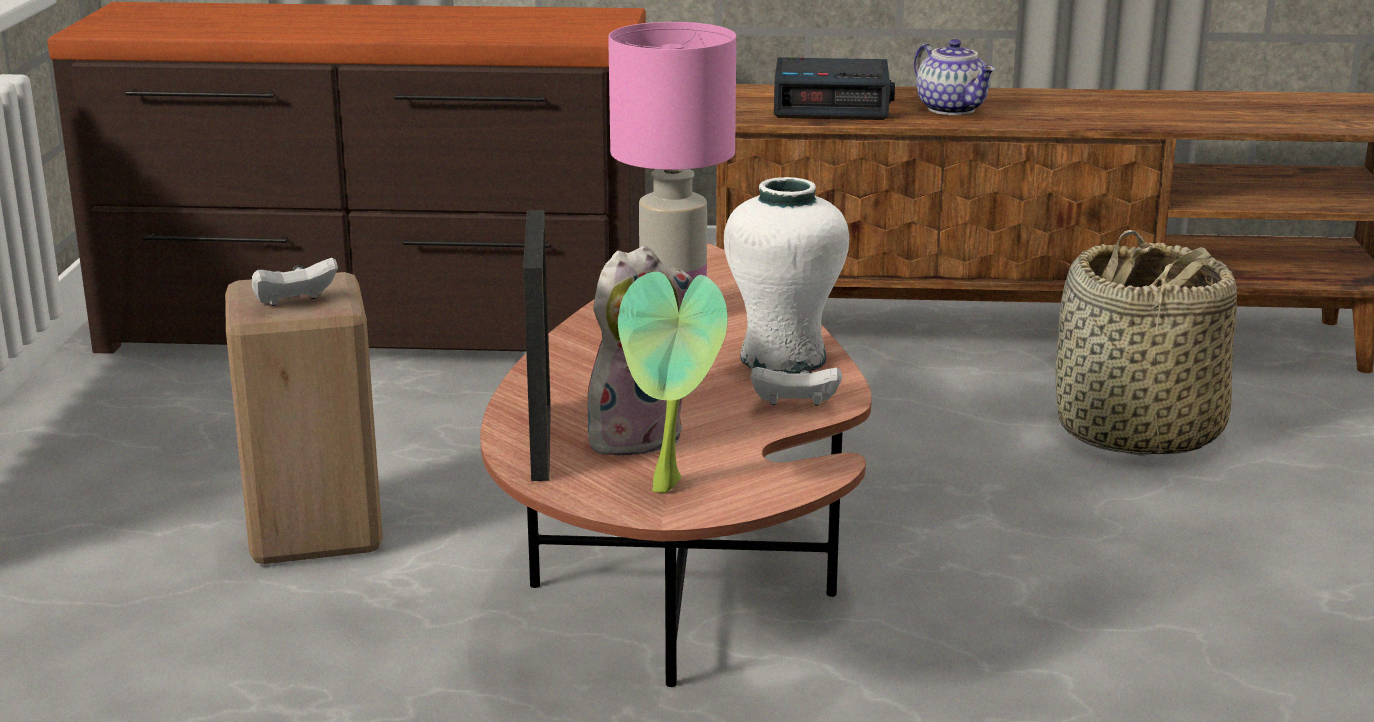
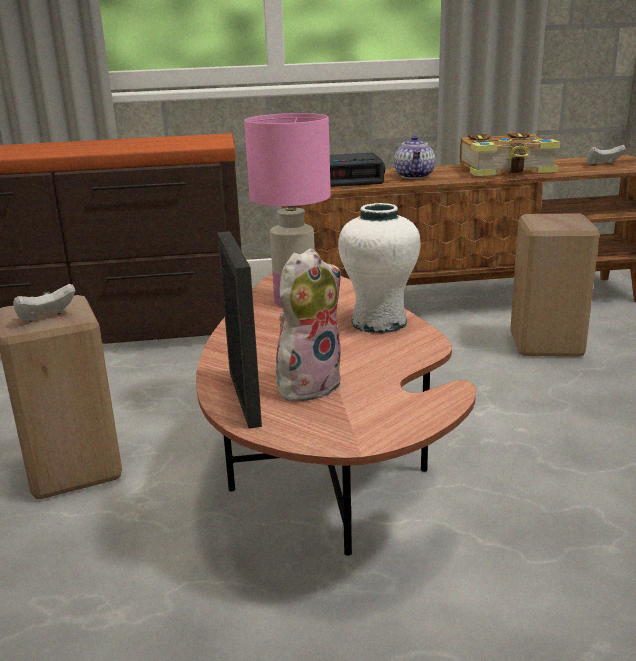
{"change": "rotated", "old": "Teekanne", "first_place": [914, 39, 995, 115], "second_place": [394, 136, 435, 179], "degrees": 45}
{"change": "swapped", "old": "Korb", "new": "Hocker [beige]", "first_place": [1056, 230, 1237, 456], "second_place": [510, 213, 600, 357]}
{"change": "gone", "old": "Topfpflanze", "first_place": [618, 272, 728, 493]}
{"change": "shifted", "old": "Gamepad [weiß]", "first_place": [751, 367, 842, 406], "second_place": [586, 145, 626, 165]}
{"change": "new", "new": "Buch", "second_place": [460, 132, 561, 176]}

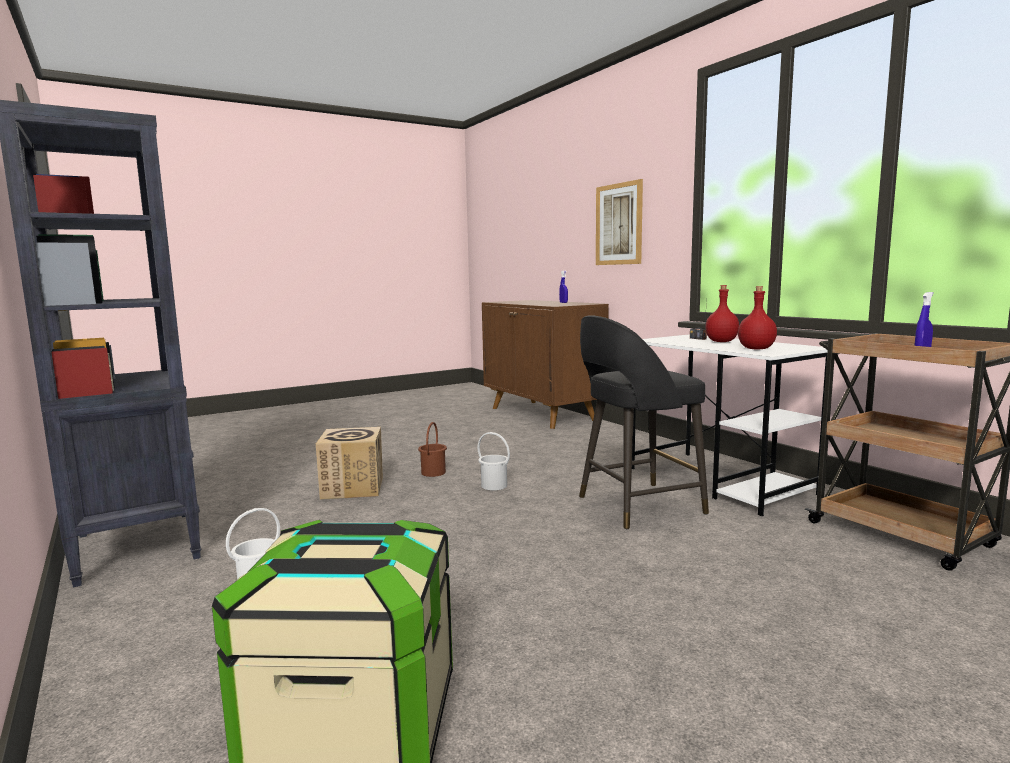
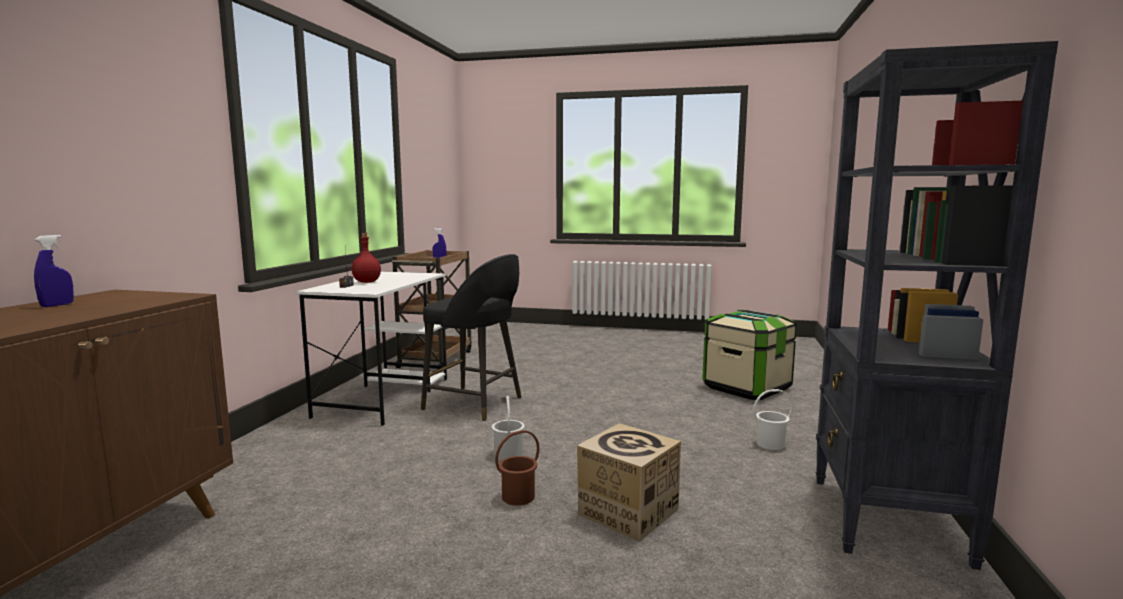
{"change": "gone", "old": "Bild", "first_place": [596, 179, 643, 265]}
{"change": "gone", "old": "Flasche [rot]", "first_place": [738, 286, 777, 350]}

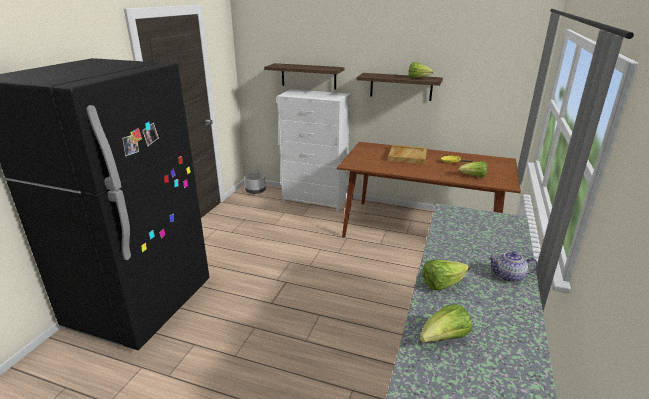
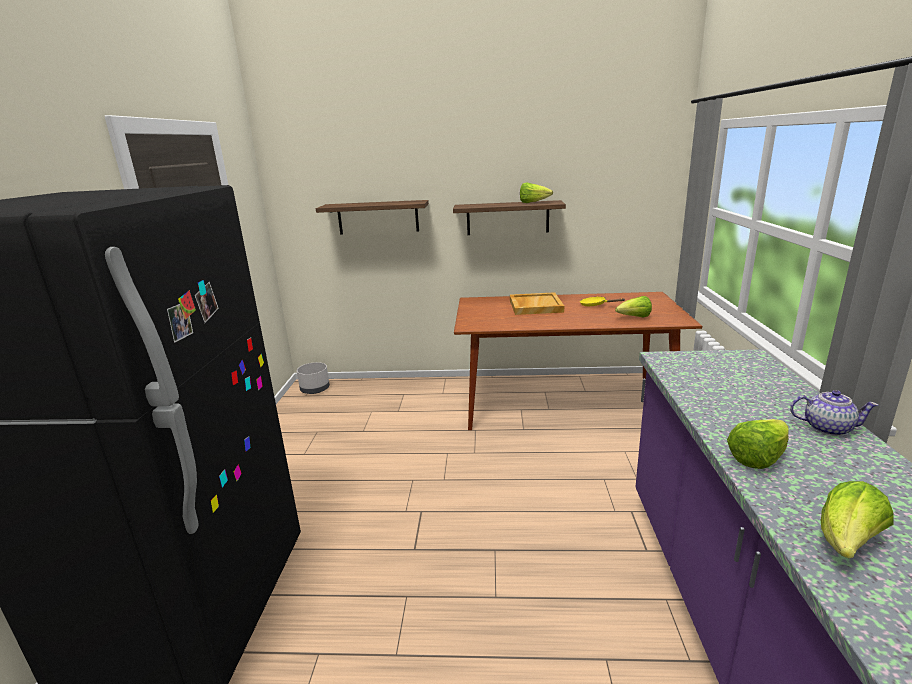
{"change": "gone", "old": "Kommode [weiß]", "first_place": [277, 89, 350, 211]}
{"change": "rotated", "old": "Teekanne", "first_place": [488, 251, 538, 282], "second_place": [790, 390, 878, 436], "degrees": -150}

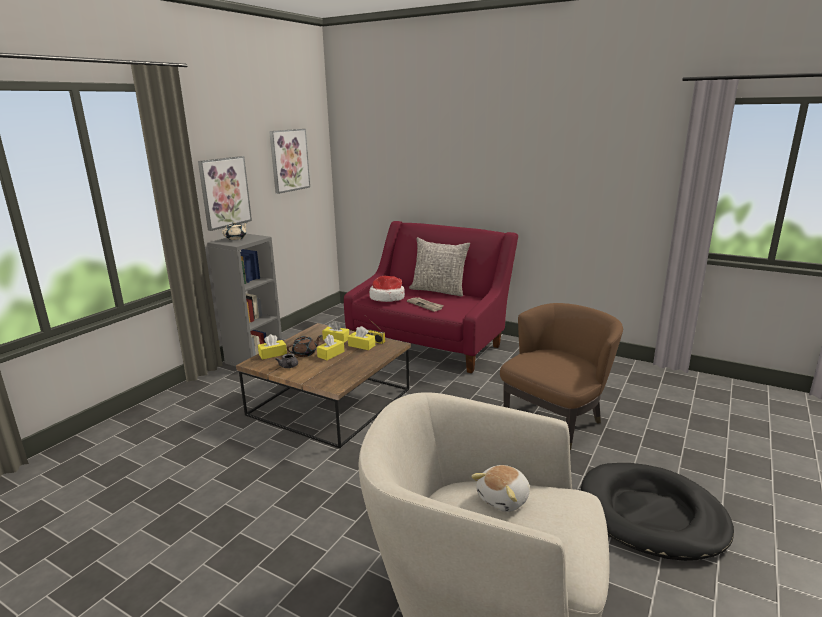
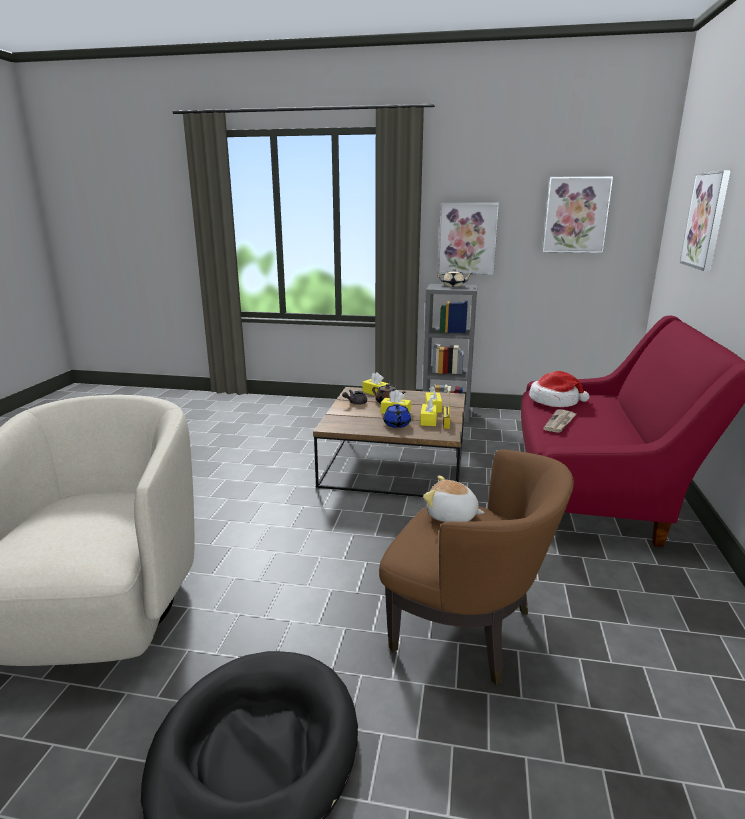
{"change": "gone", "old": "Kissen [grau]", "first_place": [409, 237, 470, 296]}
{"change": "shifted", "old": "Plüschtier", "first_place": [471, 465, 530, 512], "second_place": [423, 476, 485, 522]}
{"change": "new", "new": "Bild", "second_place": [680, 170, 731, 271]}
{"change": "new", "new": "Teekanne [blau]", "second_place": [383, 404, 411, 428]}

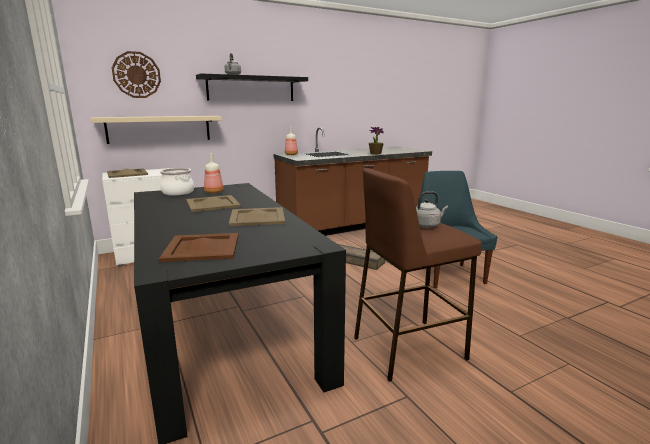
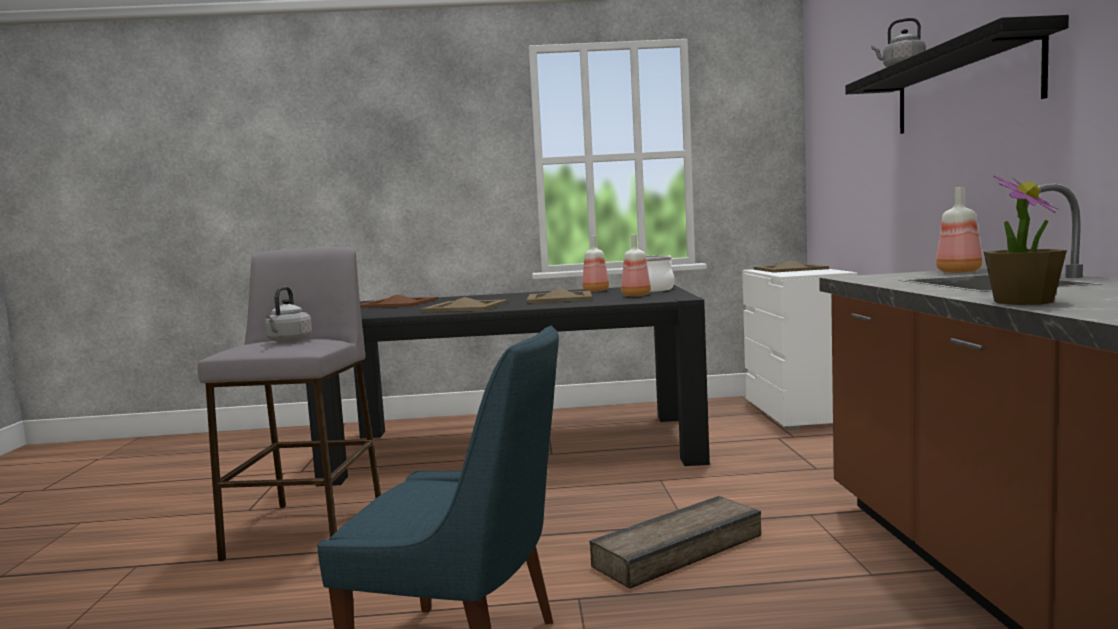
{"change": "gone", "old": "Wanduhr", "first_place": [112, 51, 161, 98]}
{"change": "gone", "old": "Wandregal [beige]", "first_place": [91, 116, 222, 144]}
{"change": "repainted", "old": "Hocker [braun]", "new": "Hocker [grau]", "first_place": [354, 168, 482, 382], "second_place": [198, 247, 381, 561]}
{"change": "new", "new": "Flasche", "second_place": [582, 236, 609, 292]}

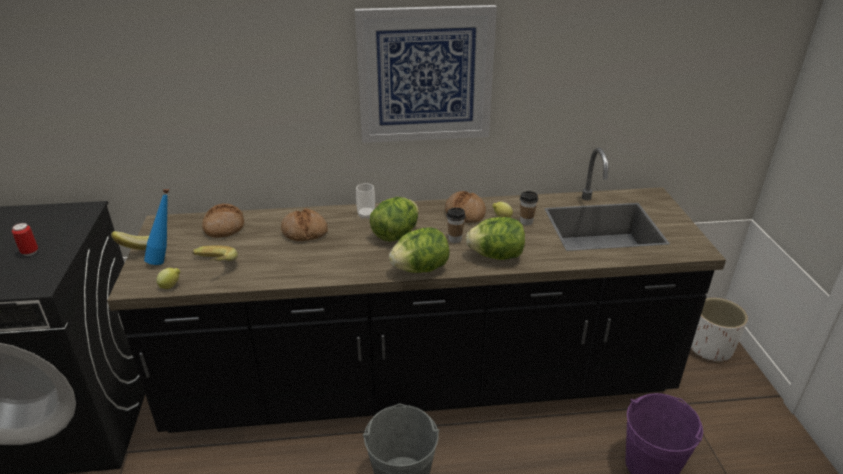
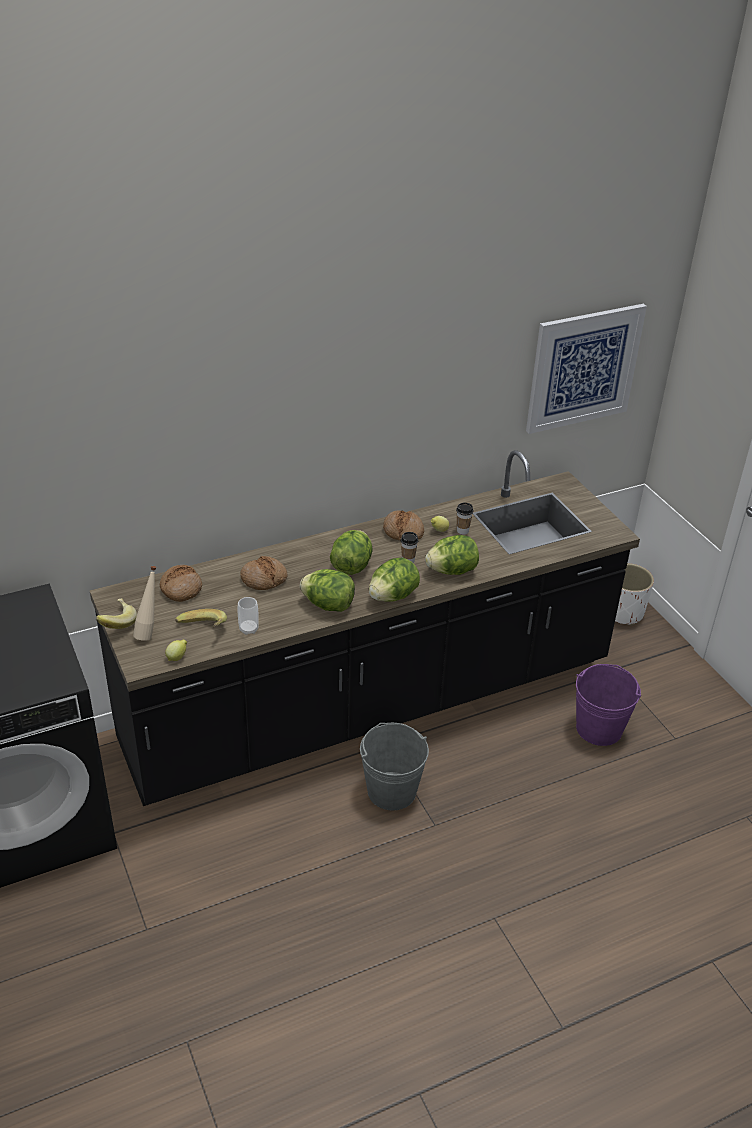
{"change": "shifted", "old": "Bild", "first_place": [355, 5, 497, 143], "second_place": [526, 304, 647, 434]}
{"change": "shifted", "old": "Tasse", "first_place": [356, 183, 375, 219], "second_place": [238, 597, 259, 635]}
{"change": "repainted", "old": "Flasche [blau]", "new": "Flasche [beige]", "first_place": [144, 188, 169, 265], "second_place": [133, 566, 156, 641]}
{"change": "gone", "old": "Dose", "first_place": [12, 223, 38, 256]}
{"change": "new", "new": "Salatkopf", "second_place": [300, 569, 355, 612]}

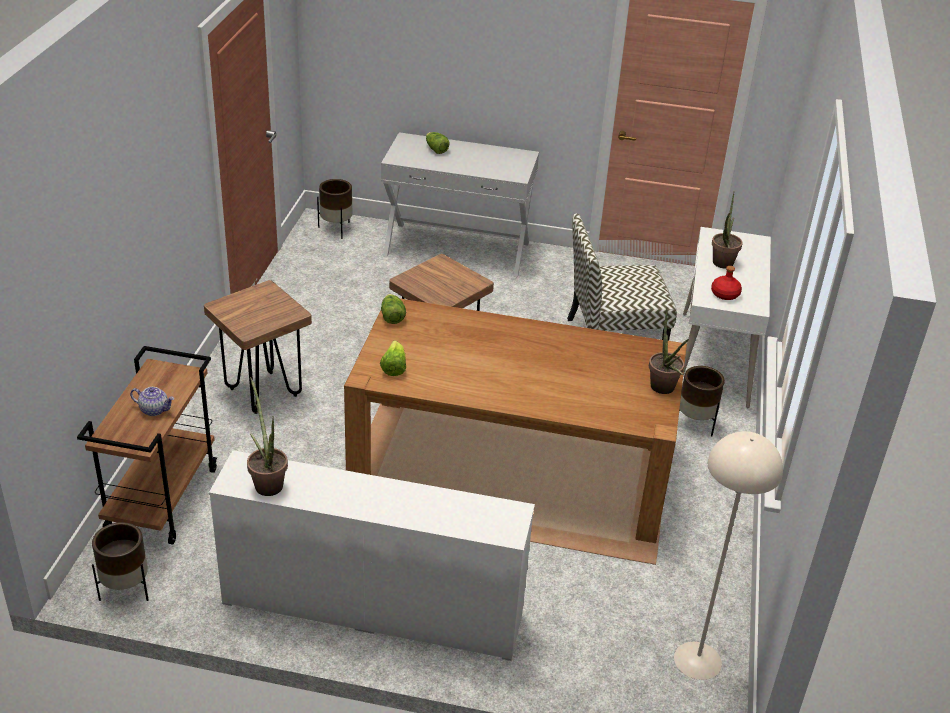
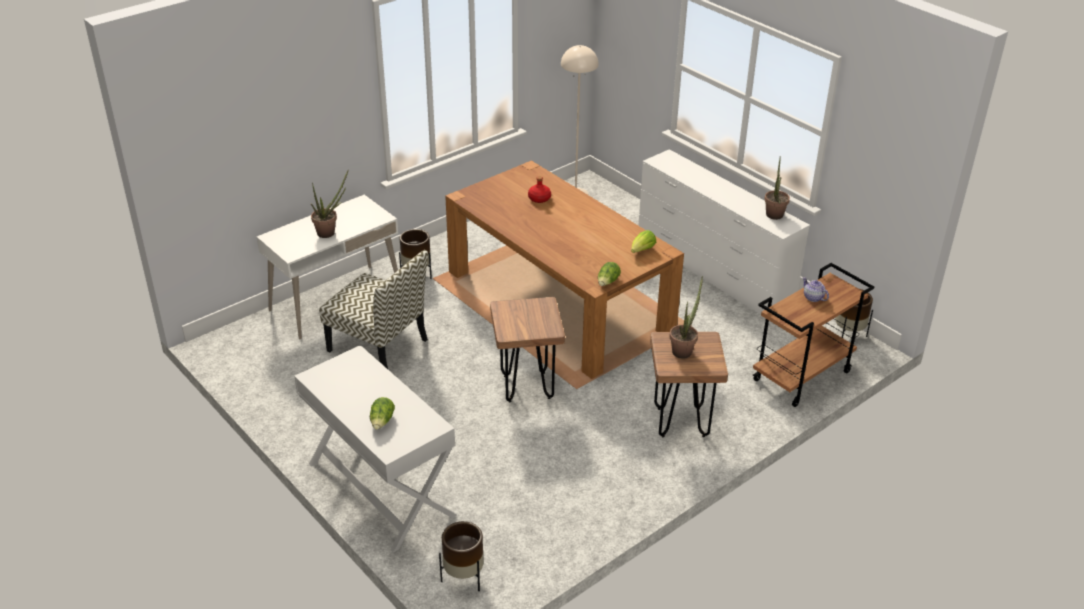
{"change": "shifted", "old": "Flasche [rot]", "first_place": [711, 266, 742, 300], "second_place": [528, 176, 551, 203]}
{"change": "shifted", "old": "Topfpflanze", "first_place": [649, 310, 689, 394], "second_place": [669, 276, 703, 359]}

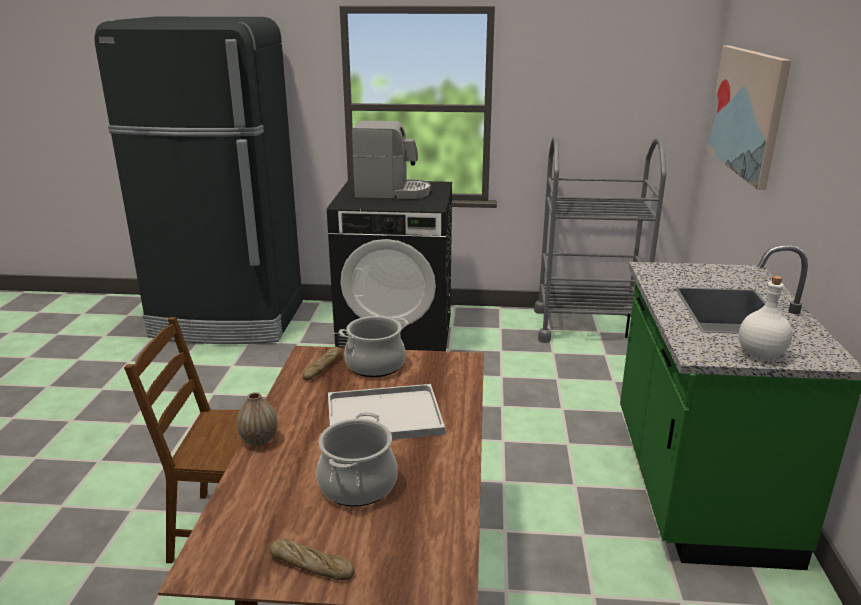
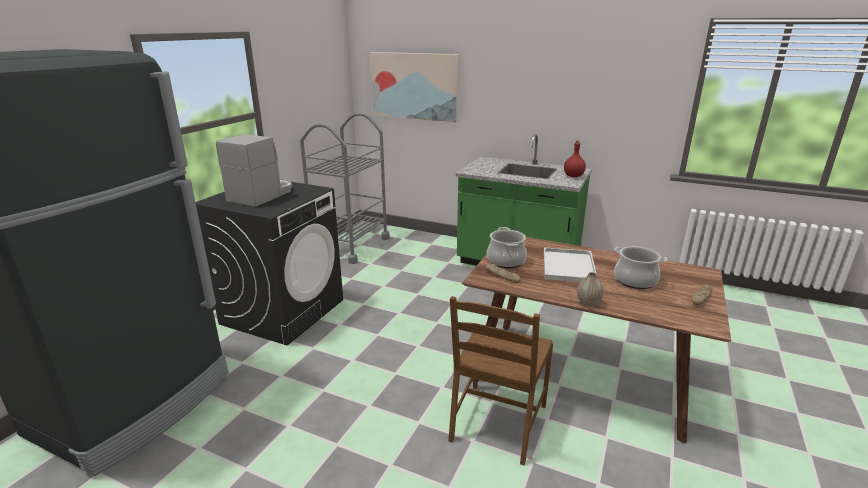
{"change": "repainted", "old": "Flasche [weiß]", "new": "Flasche [rot]", "first_place": [739, 276, 792, 359], "second_place": [564, 140, 586, 177]}

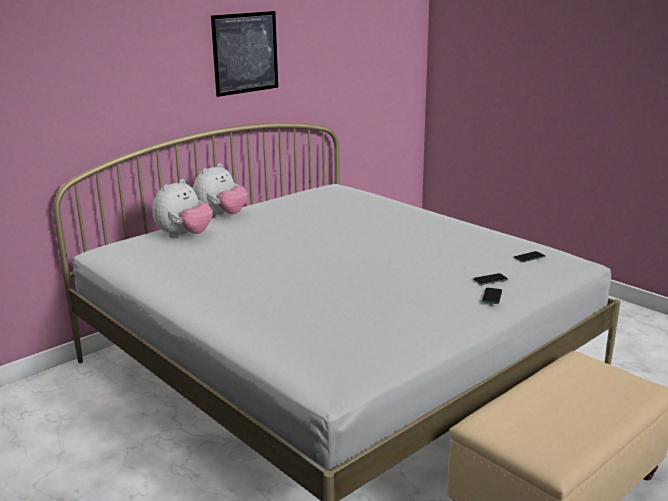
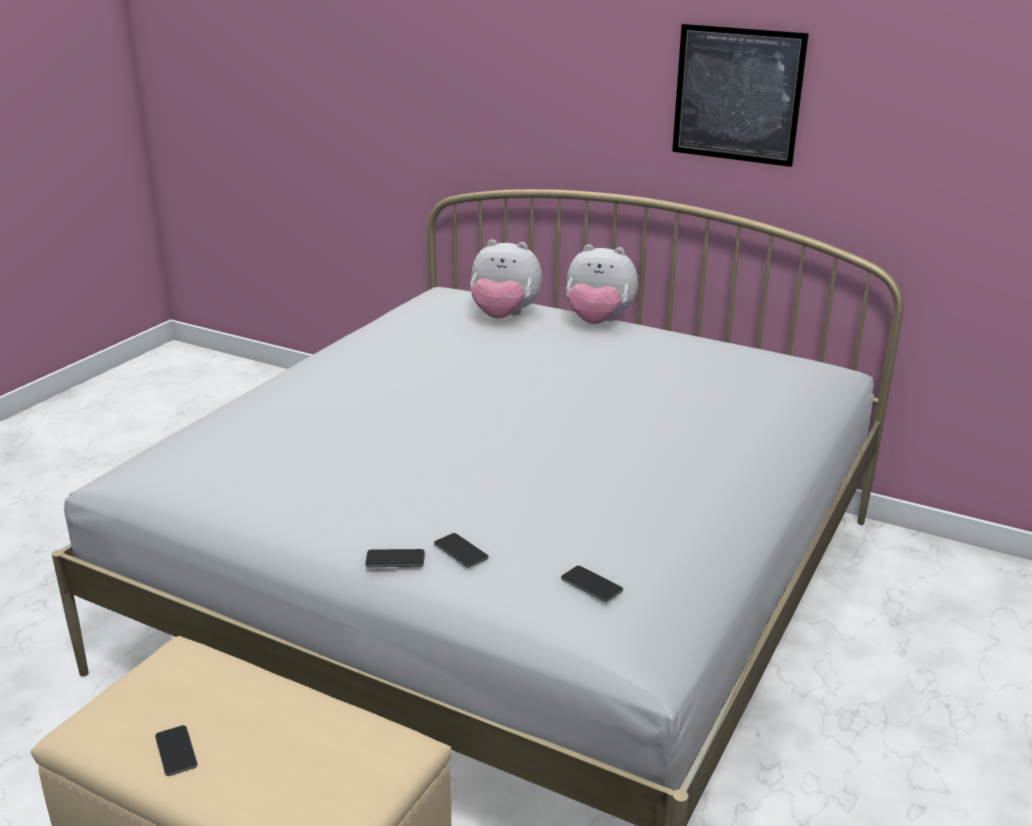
{"change": "new", "new": "Handy", "second_place": [155, 725, 198, 776]}

